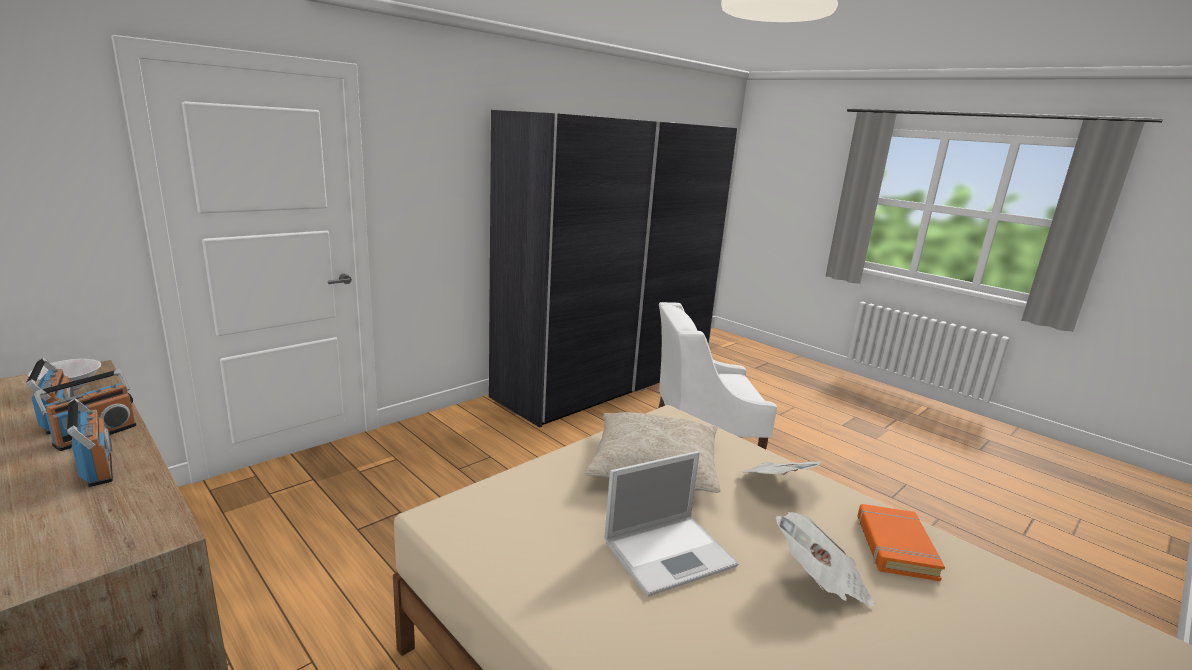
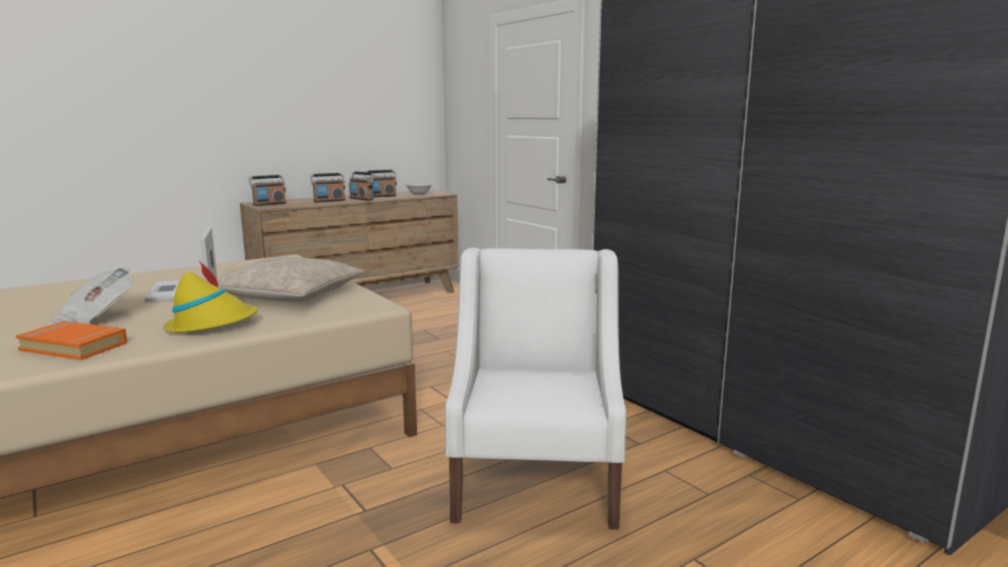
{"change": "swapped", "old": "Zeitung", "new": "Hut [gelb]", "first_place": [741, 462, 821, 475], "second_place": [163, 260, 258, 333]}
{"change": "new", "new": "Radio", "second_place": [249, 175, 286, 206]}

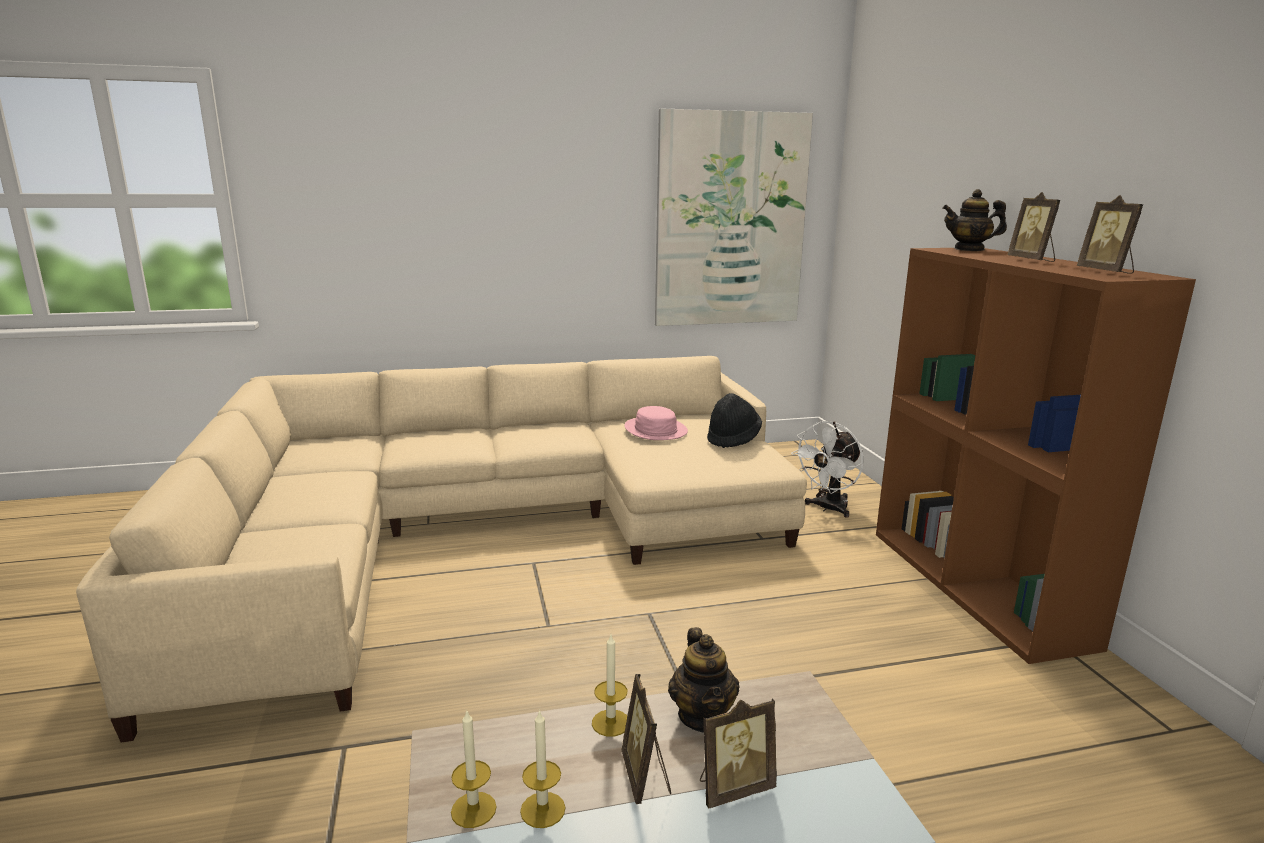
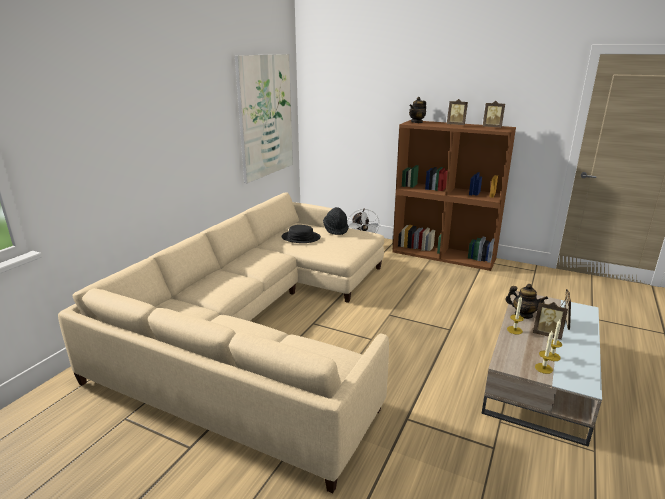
{"change": "repainted", "old": "Hut [rosa]", "new": "Hut [schwarz]", "first_place": [625, 406, 688, 440], "second_place": [282, 225, 321, 243]}

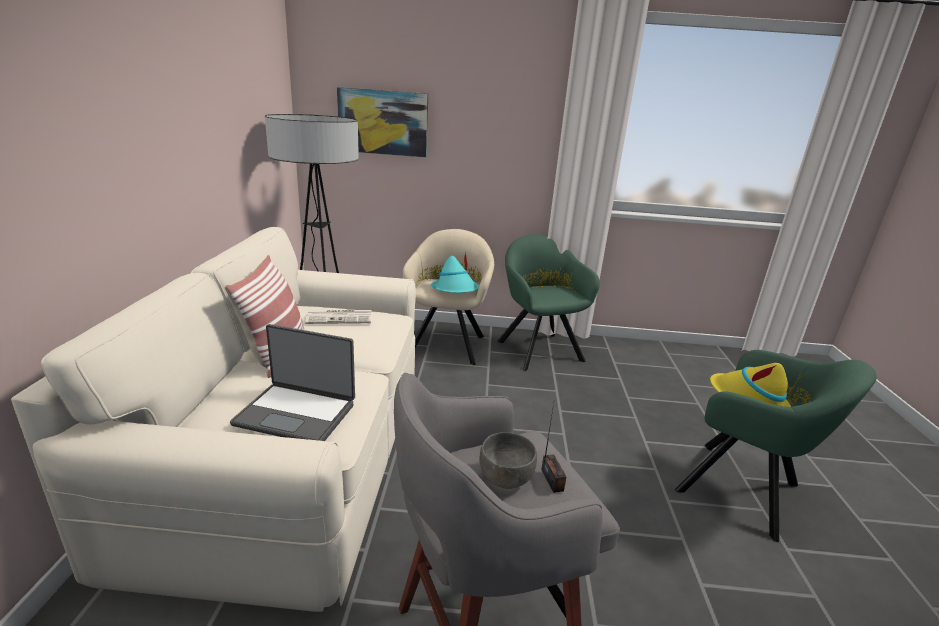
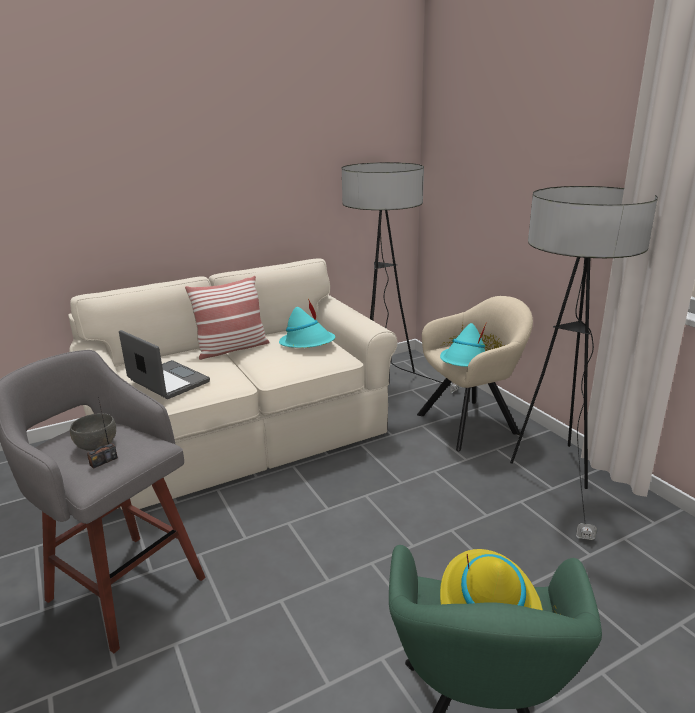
{"change": "gone", "old": "Bild", "first_place": [337, 87, 428, 157]}
{"change": "swapped", "old": "Sessel [grün]", "new": "Stehlampe", "first_place": [497, 234, 600, 371], "second_place": [510, 186, 658, 540]}
{"change": "swapped", "old": "Zeitung", "new": "Hut [türkis]", "first_place": [305, 310, 372, 324], "second_place": [279, 299, 335, 348]}
{"change": "rotated", "old": "Laptop", "first_place": [230, 324, 355, 441], "second_place": [119, 330, 210, 399], "degrees": 150}

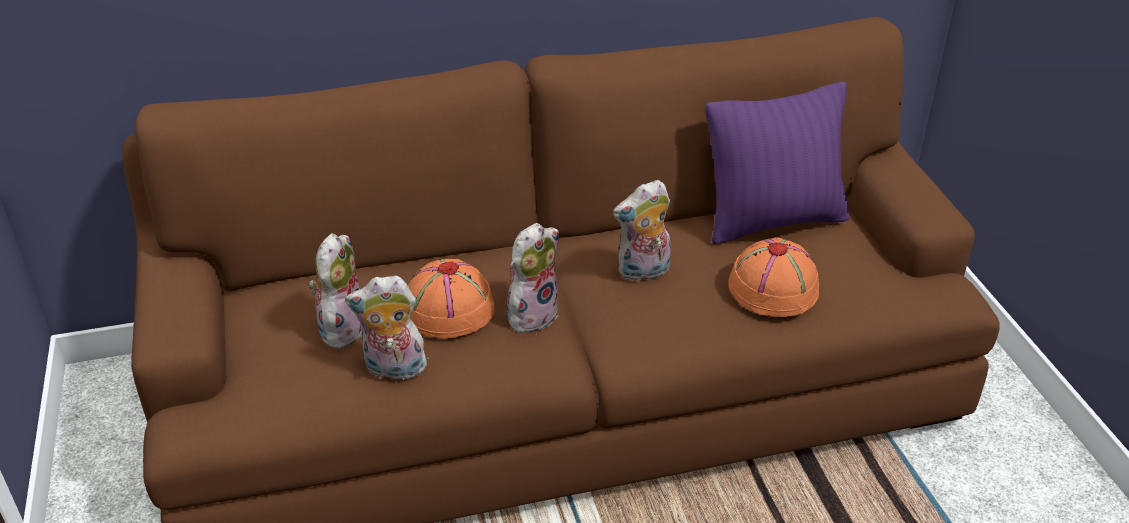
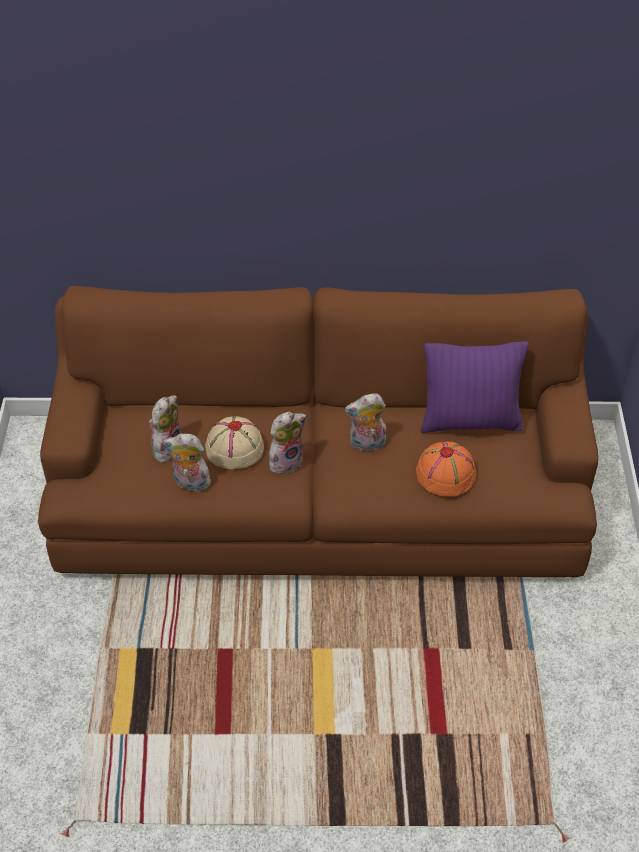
{"change": "repainted", "old": "Hut [orange]", "new": "Hut [beige]", "first_place": [408, 259, 495, 339], "second_place": [205, 416, 264, 469]}

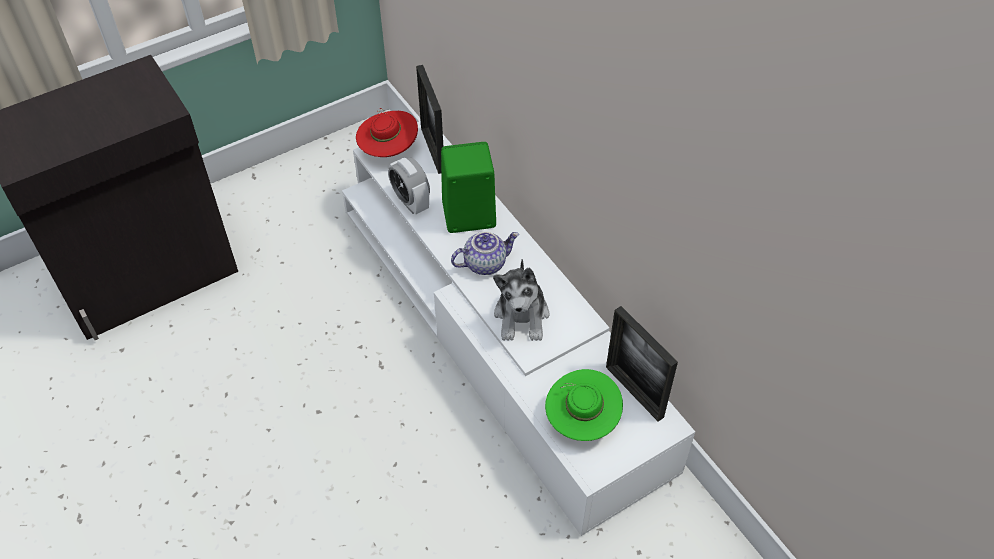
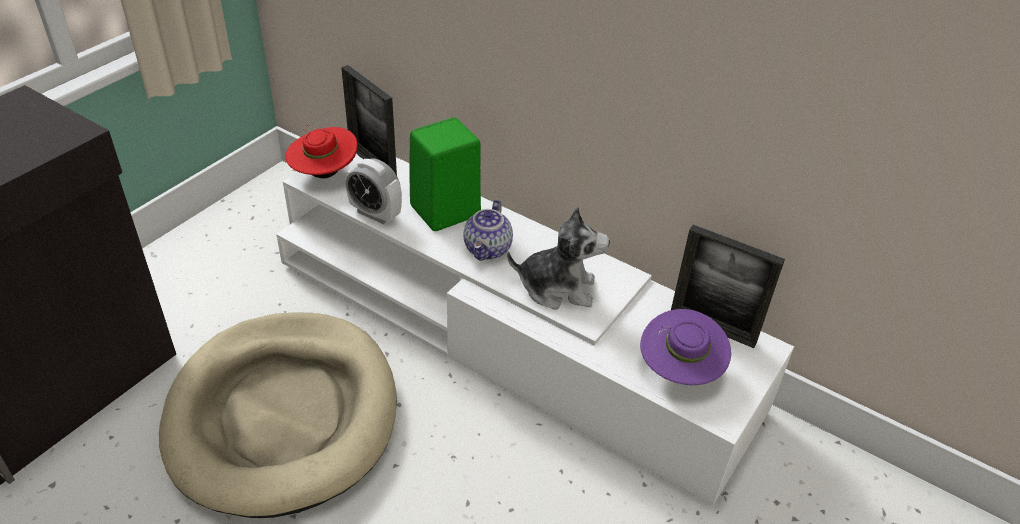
{"change": "rotated", "old": "Teekanne", "first_place": [451, 232, 519, 275], "second_place": [464, 199, 513, 261], "degrees": 150}
{"change": "rotated", "old": "Plüschtier", "first_place": [493, 259, 550, 341], "second_place": [507, 207, 610, 310], "degrees": -60}
{"change": "repainted", "old": "Hut [grün]", "new": "Hut [lila]", "first_place": [545, 369, 623, 441], "second_place": [640, 309, 731, 385]}
{"change": "new", "new": "Hundebett [beige]", "second_place": [159, 312, 397, 518]}

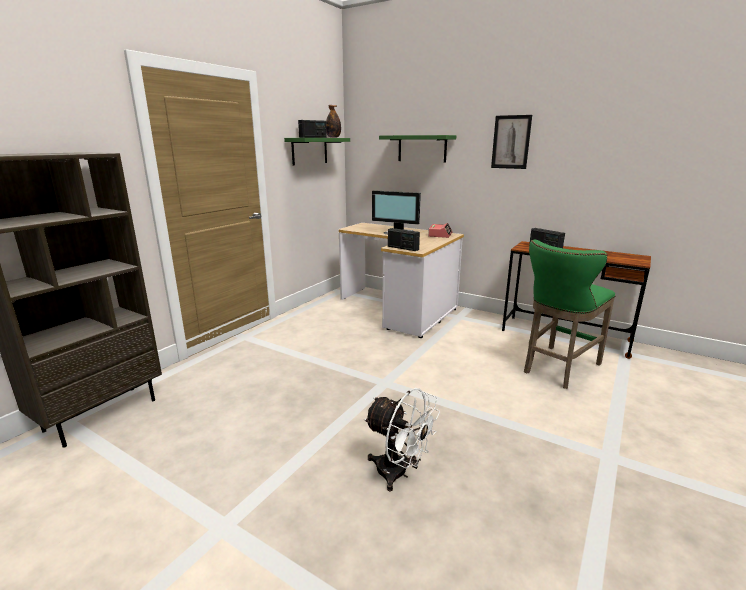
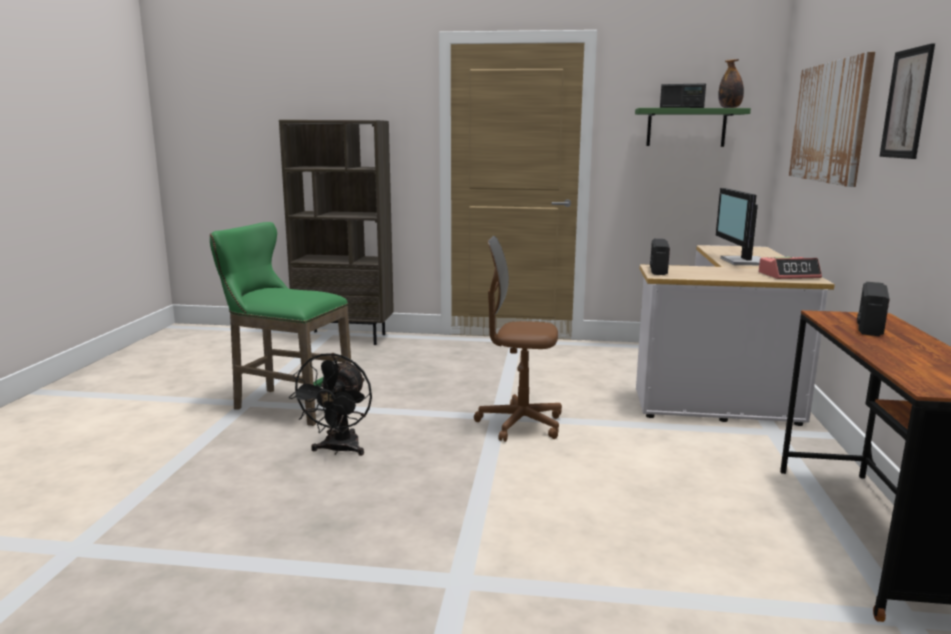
{"change": "swapped", "old": "Wandregal [grün]", "new": "Bild", "first_place": [379, 135, 456, 162], "second_place": [789, 52, 875, 187]}
{"change": "shifted", "old": "Hocker [grün]", "first_place": [524, 239, 615, 389], "second_place": [210, 222, 351, 426]}
{"change": "repainted", "old": "Ventilator [weiß]", "new": "Ventilator [schwarz]", "first_place": [364, 388, 440, 492], "second_place": [289, 353, 372, 456]}
{"change": "new", "new": "Bürostuhl [braun]", "second_place": [474, 236, 562, 442]}

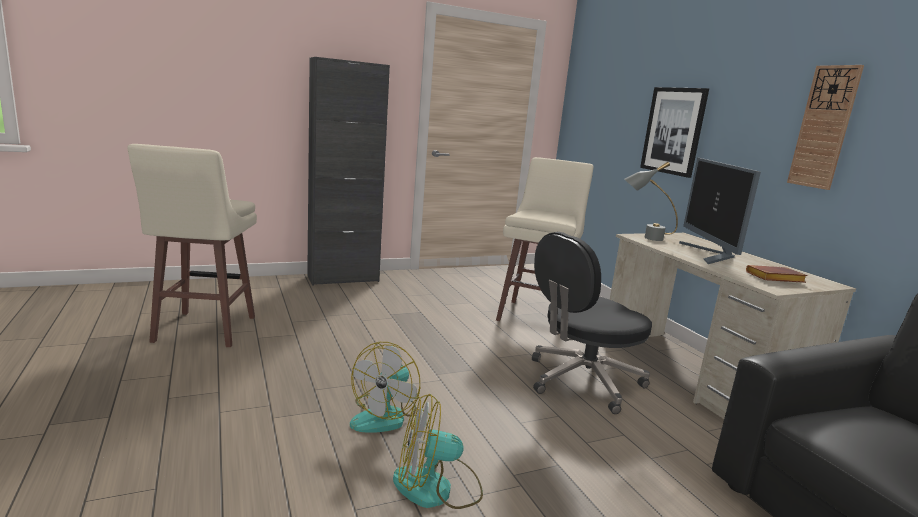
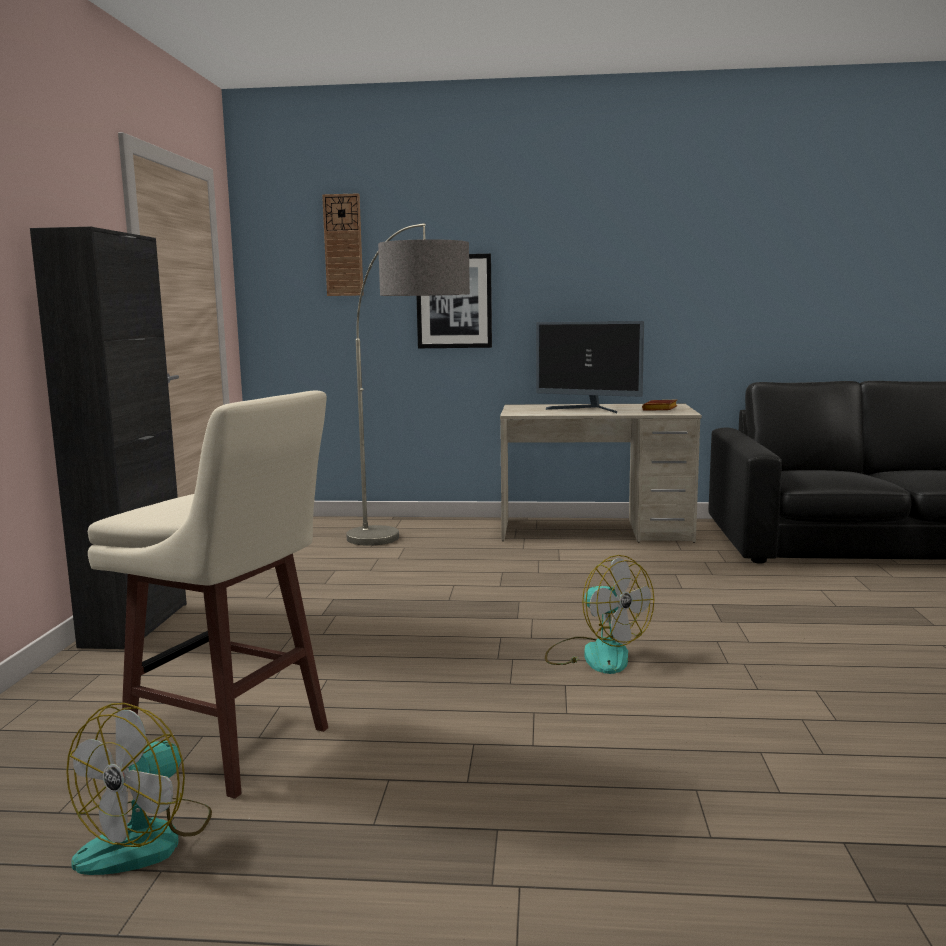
{"change": "shifted", "old": "Wanduhr", "first_place": [787, 65, 864, 190], "second_place": [322, 193, 363, 296]}
{"change": "swapped", "old": "Hocker [beige]", "new": "Stehlampe", "first_place": [496, 157, 593, 321], "second_place": [346, 223, 470, 546]}
{"change": "gone", "old": "Tischlampe [grau]", "first_place": [624, 161, 678, 241]}
{"change": "gone", "old": "Bürostuhl [schwarz]", "first_place": [532, 232, 652, 414]}
{"change": "shifted", "old": "Ventilator", "first_place": [393, 394, 483, 509], "second_place": [66, 703, 212, 875]}

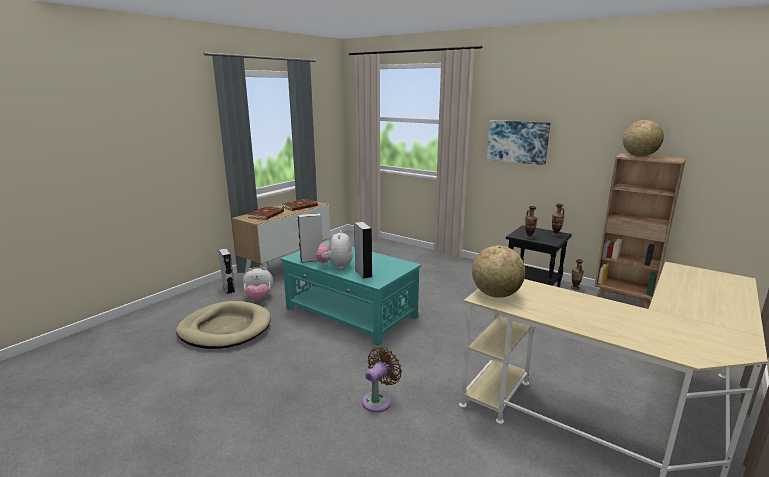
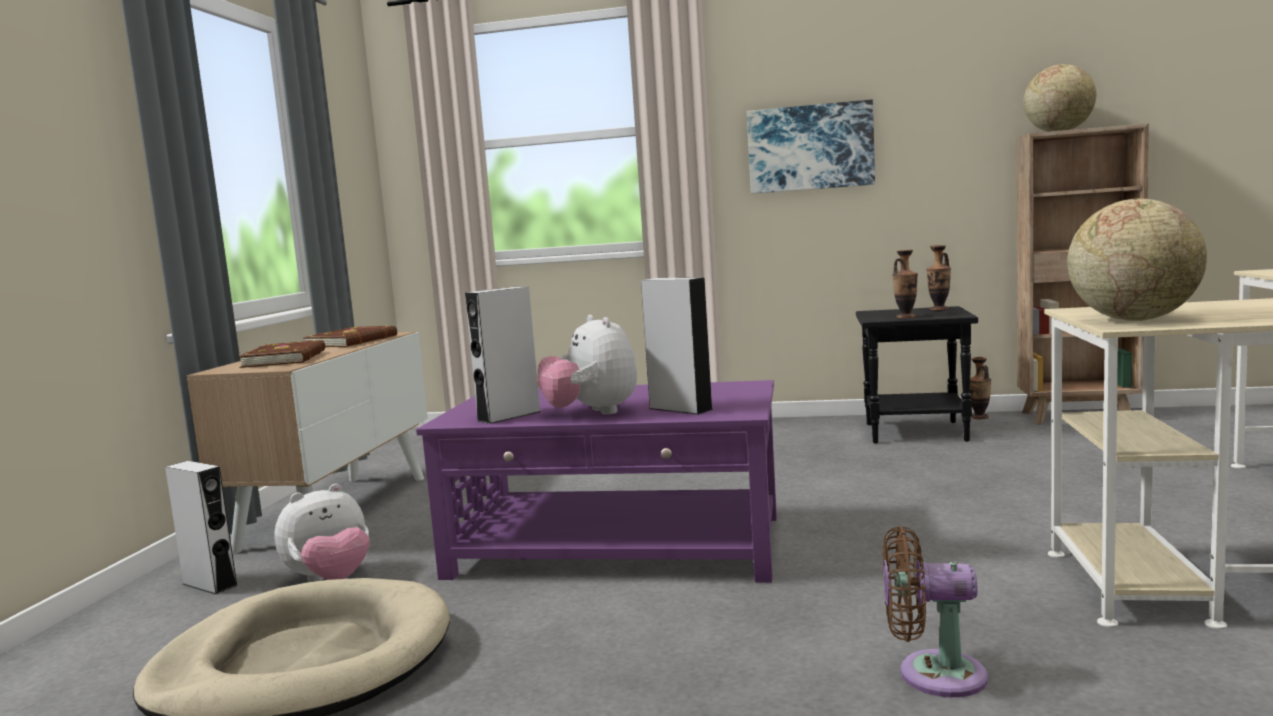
{"change": "repainted", "old": "Couchtisch [türkis]", "new": "Couchtisch [lila]", "first_place": [280, 240, 421, 346], "second_place": [416, 380, 777, 583]}
{"change": "rotated", "old": "Ventilator [braun]", "first_place": [362, 347, 402, 412], "second_place": [883, 526, 988, 697], "degrees": -90}

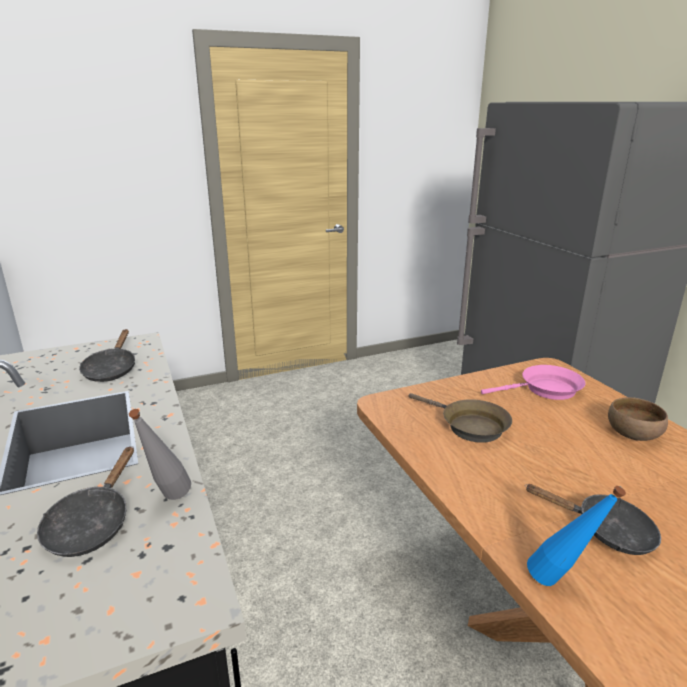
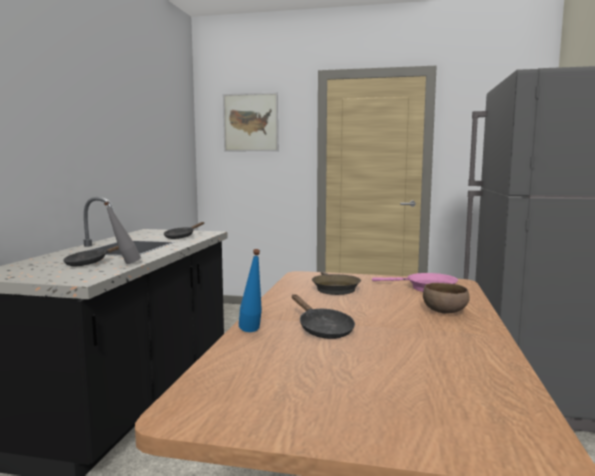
{"change": "new", "new": "Bild", "second_place": [223, 93, 278, 152]}

